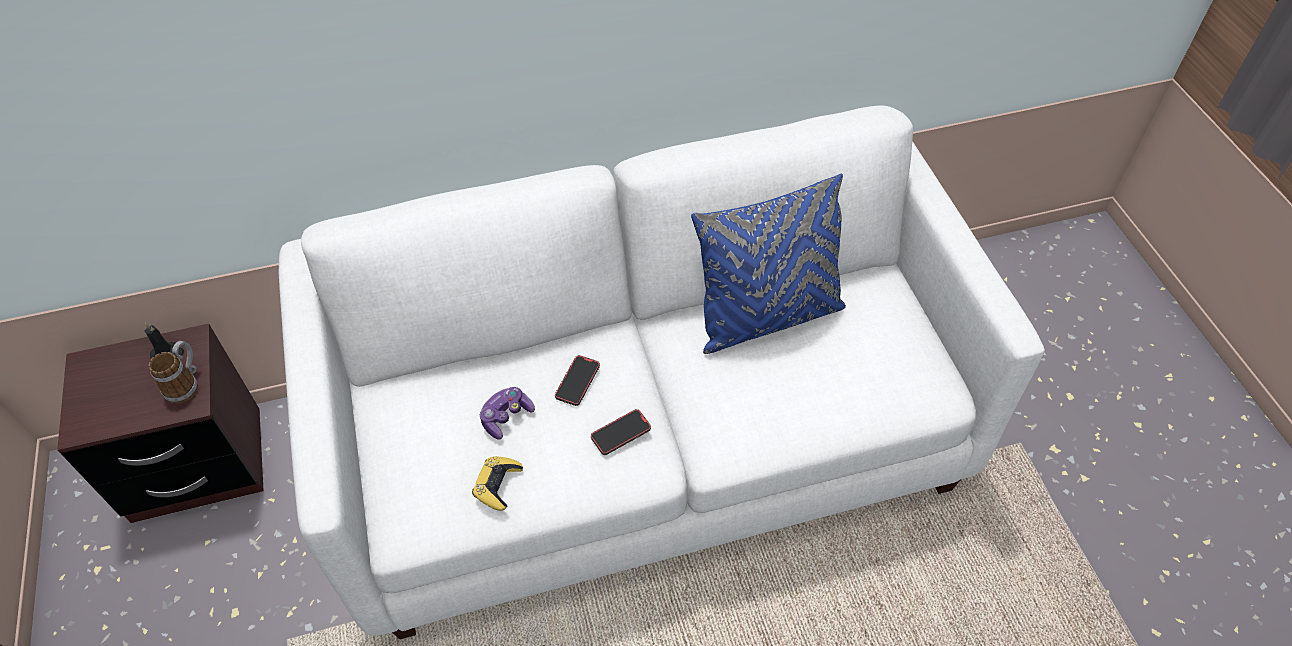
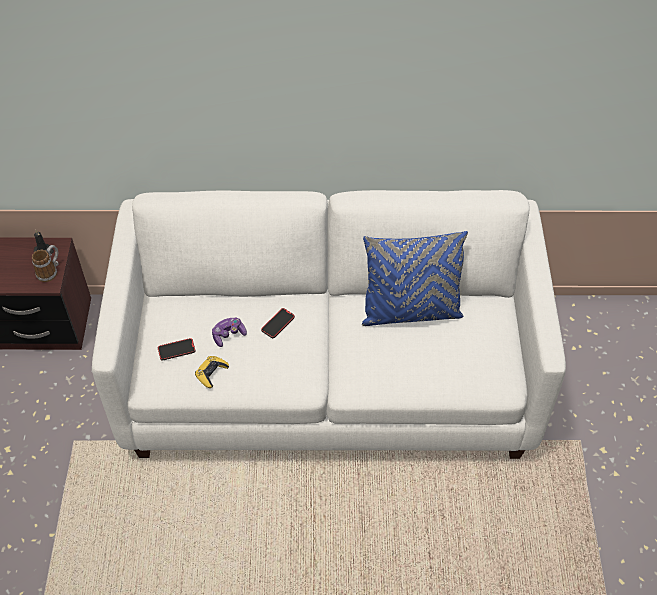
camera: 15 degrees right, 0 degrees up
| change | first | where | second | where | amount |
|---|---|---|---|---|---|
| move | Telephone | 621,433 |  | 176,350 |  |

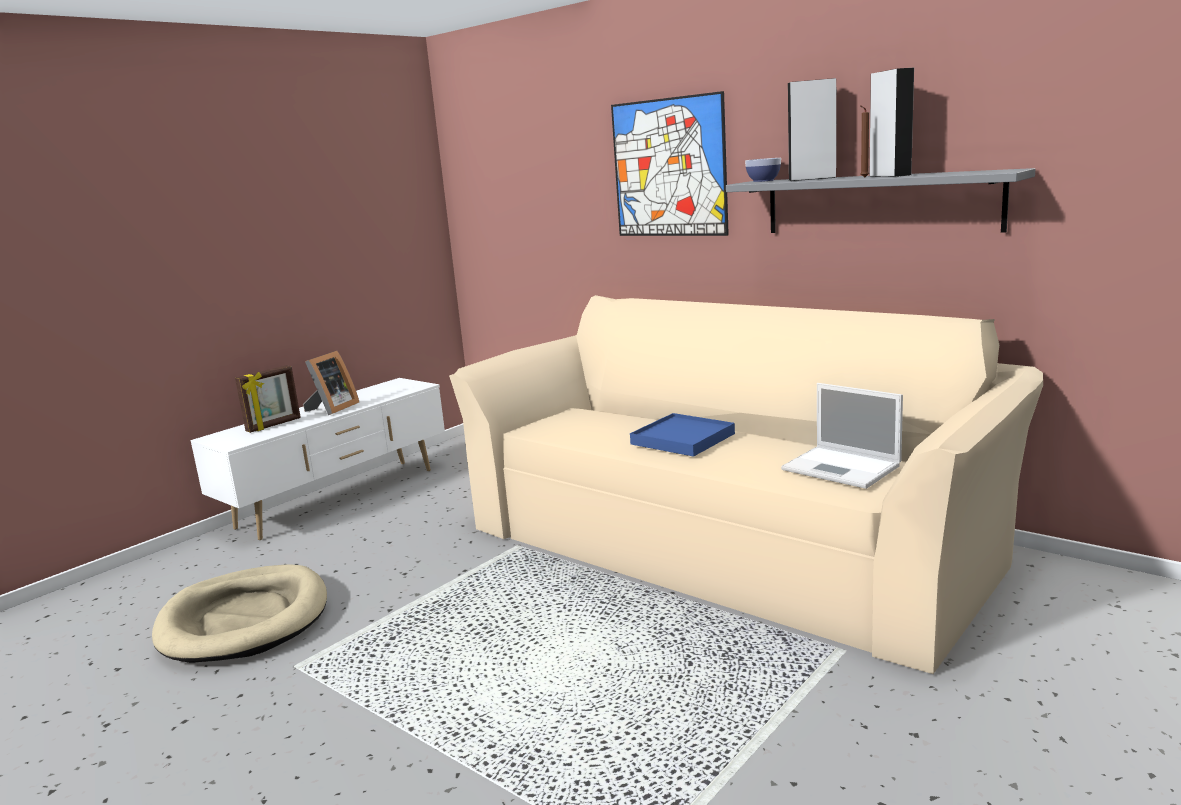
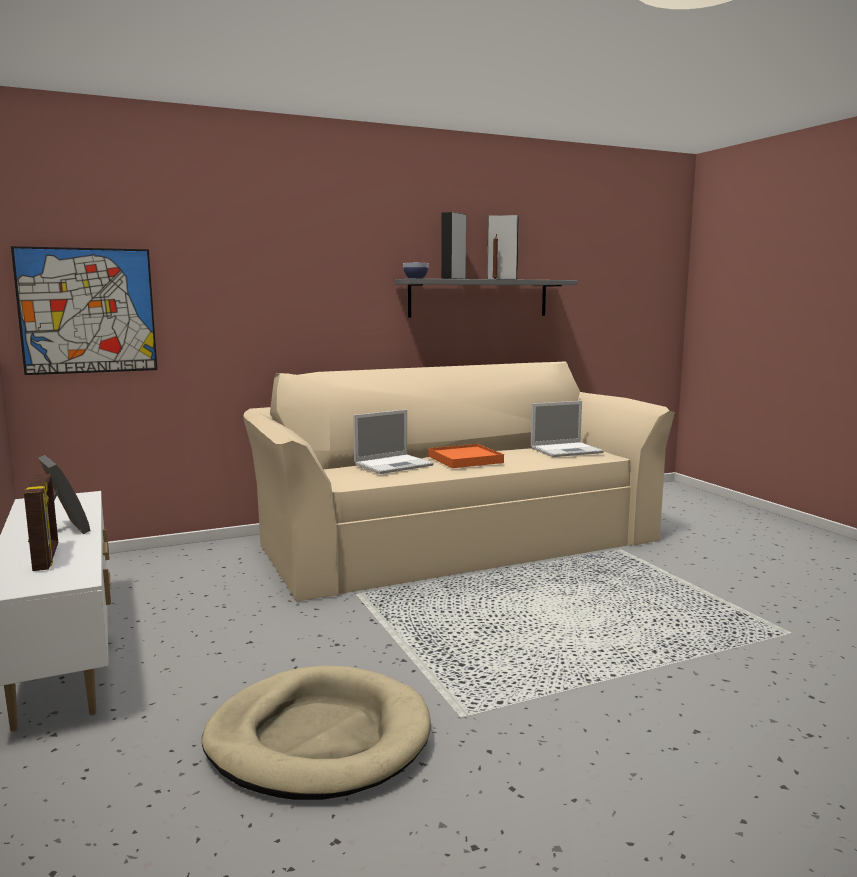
camera: 65 degrees left, 5 degrees down
| change | first | where | second | where | amount |
|---|---|---|---|---|---|
| move | Picture | 669,168 |  | 87,311 |  |
| insert |  |  | NotebookComputer | 394,464 |  |
| recolor | BluishServingTray | 682,439 | OrangeyServingTray | 465,459 |  |

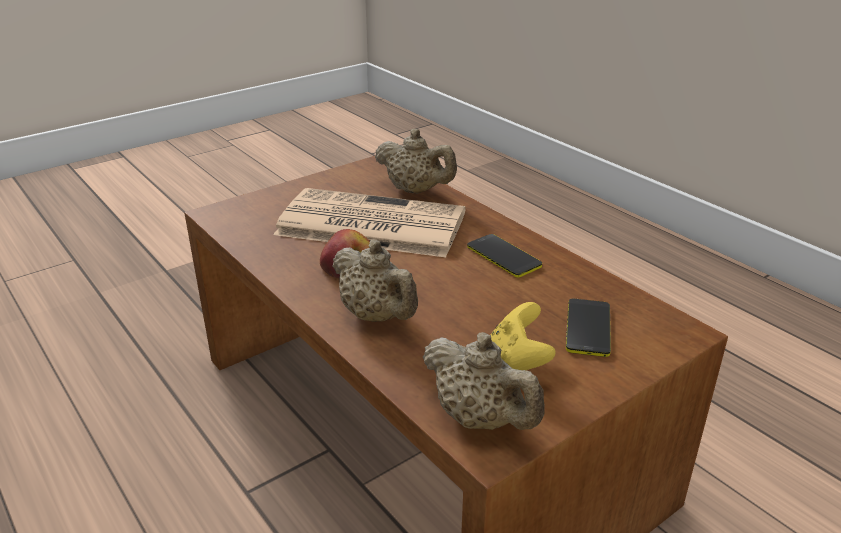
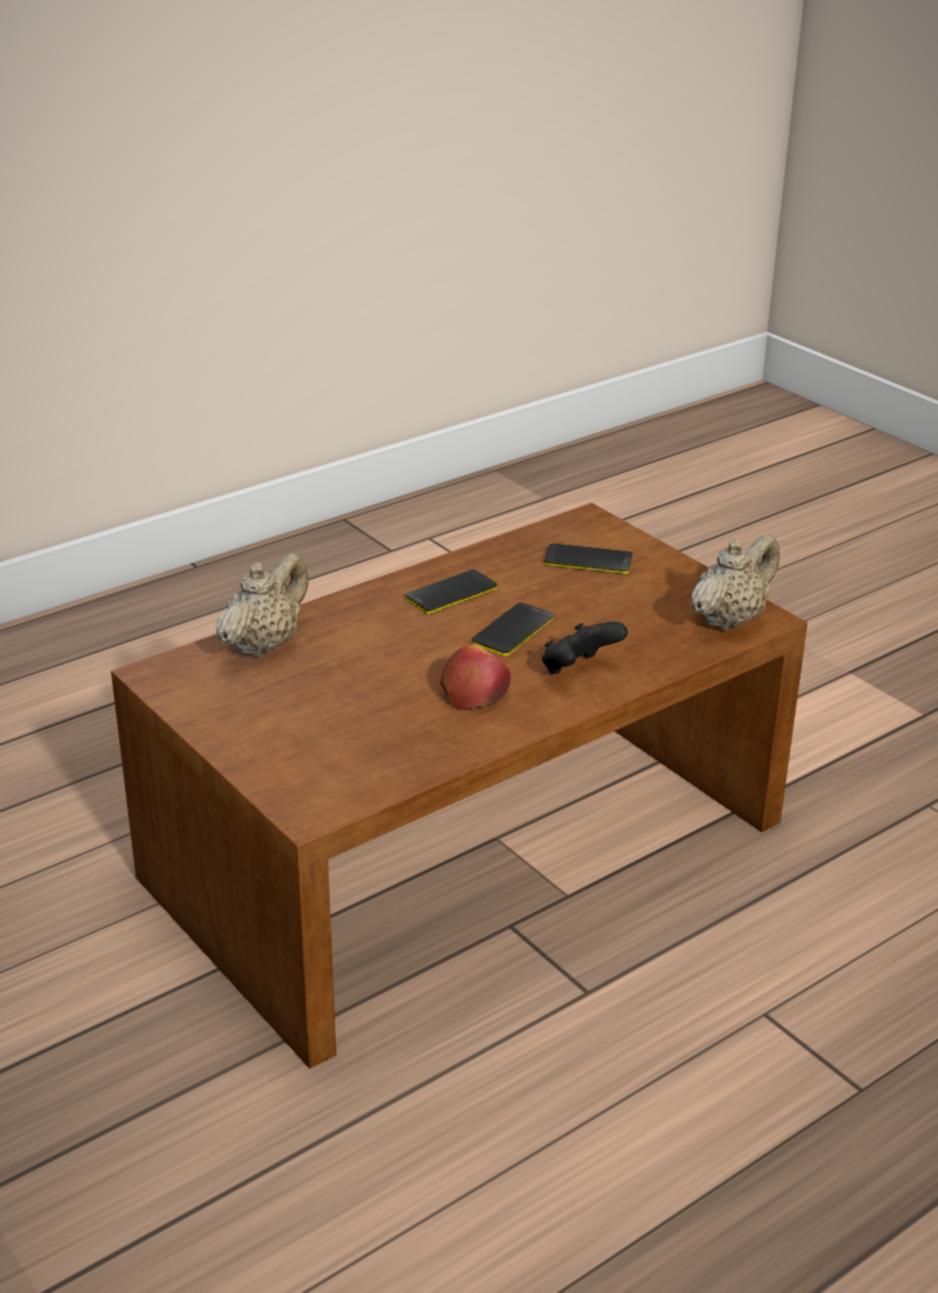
camera: 90 degrees left, 0 degrees up
| change | first | where | second | where | amount |
|---|---|---|---|---|---|
| insert |  |  | Telephone | 513,630 |  |
| replace | SandColouredTeapot | 377,316 | BlackGameController | 578,670 |  |
| delete | DailyPaper | 368,224 |  |  |  |
| delete | YellowGameController | 517,363 |  |  |  |

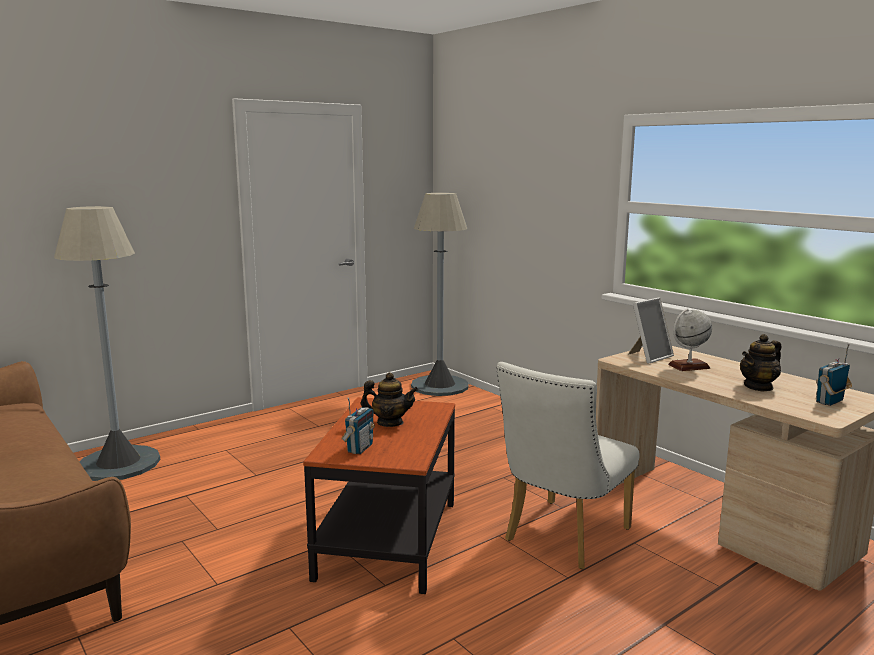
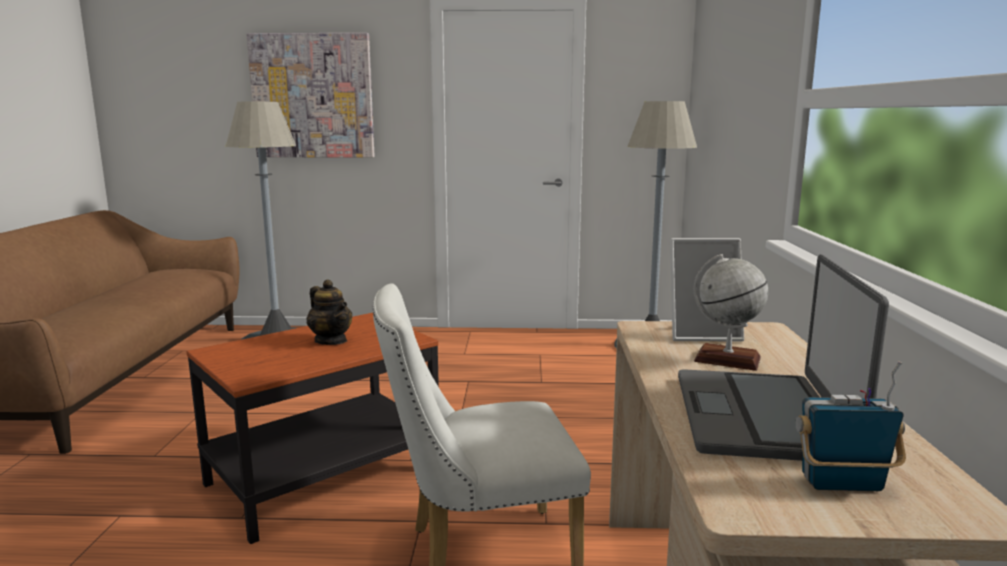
camera: 40 degrees right, 0 degrees up
| change | first | where | second | where | amount |
|---|---|---|---|---|---|
| insert |  |  | Picture | 313,96 |  |
| replace | Teapot | 758,387 | NotebookComputer | 762,417 |  |
| delete | RadioReceiver | 359,448 |  |  |  |

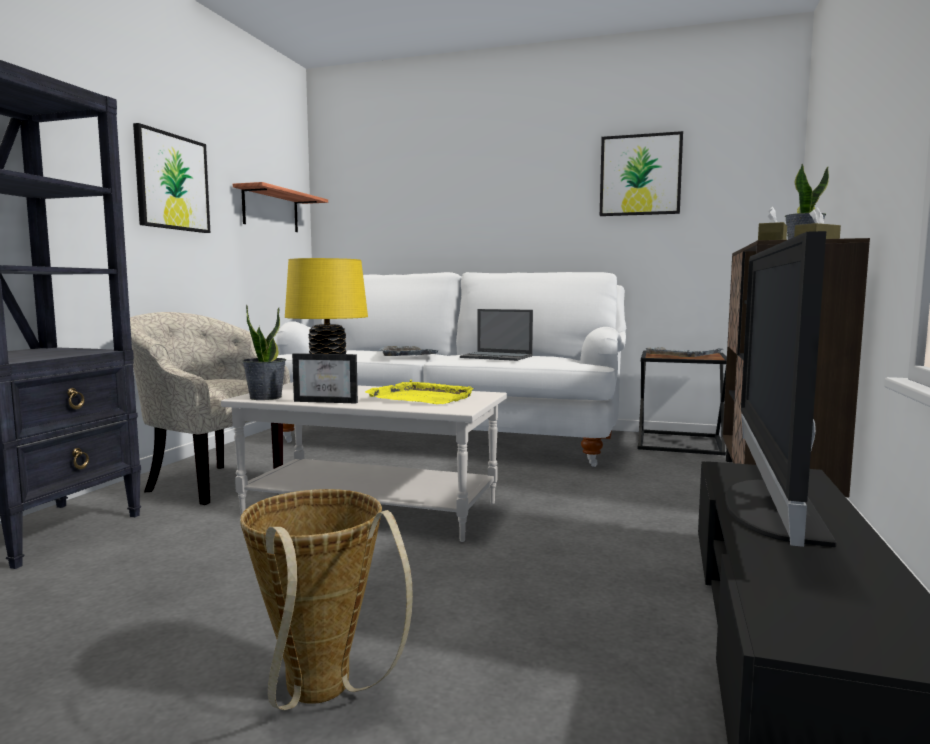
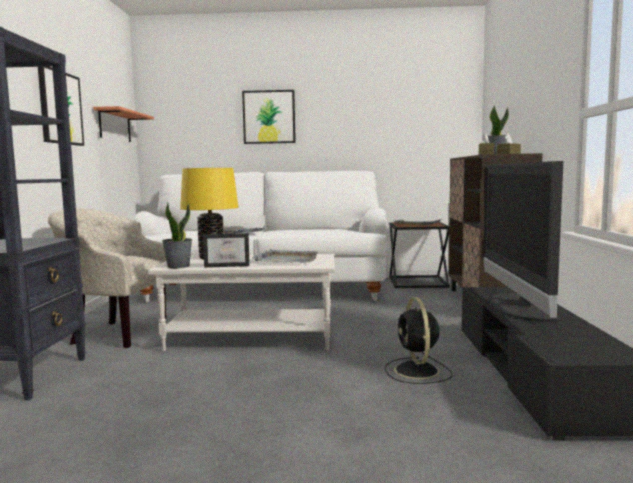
camera: 15 degrees left, 0 degrees up
| change | first | where | second | where | amount |
|---|---|---|---|---|---|
| move | Picture | 640,175 |  | 269,117 |  |
| recolor | YellowServingTray | 422,397 | GrayServingTray | 286,260 |  |
| insert |  |  | BlackFan | 417,371 |  |
| delete | Basket | 321,696 |  |  |  |
| delete | NotebookComputer | 497,357 |  |  |  |

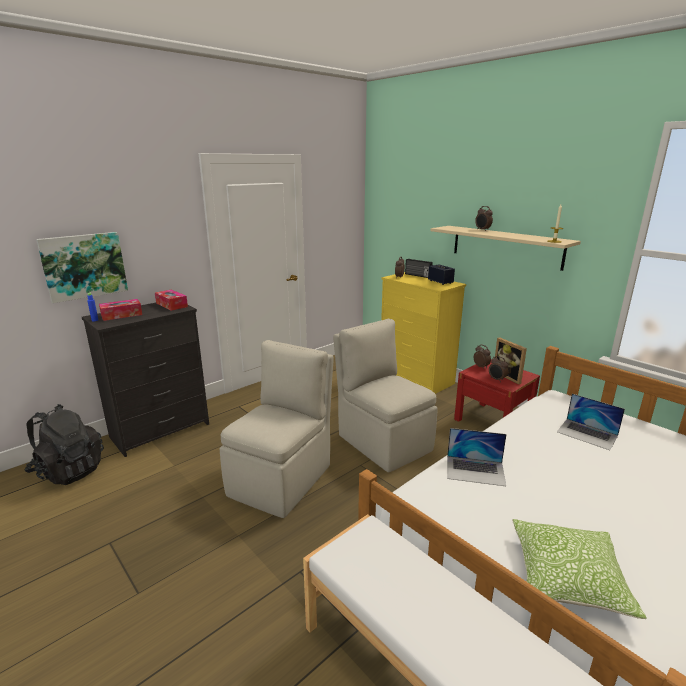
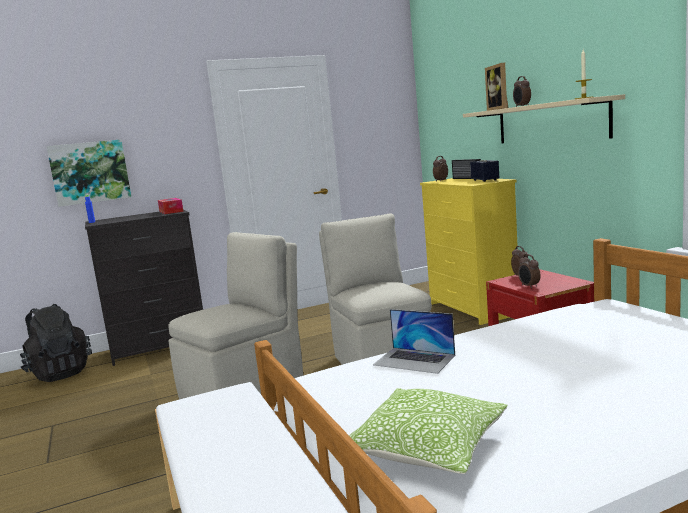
camera: 20 degrees right, 10 degrees down
| change | first | where | second | where | amount |
|---|---|---|---|---|---|
| move | StandingFrame | 509,376 |  | 500,109 |  |
| delete | BoxOfTissues | 121,315 |  |  |  |
| delete | NotebookComputer | 587,434 |  |  |  |

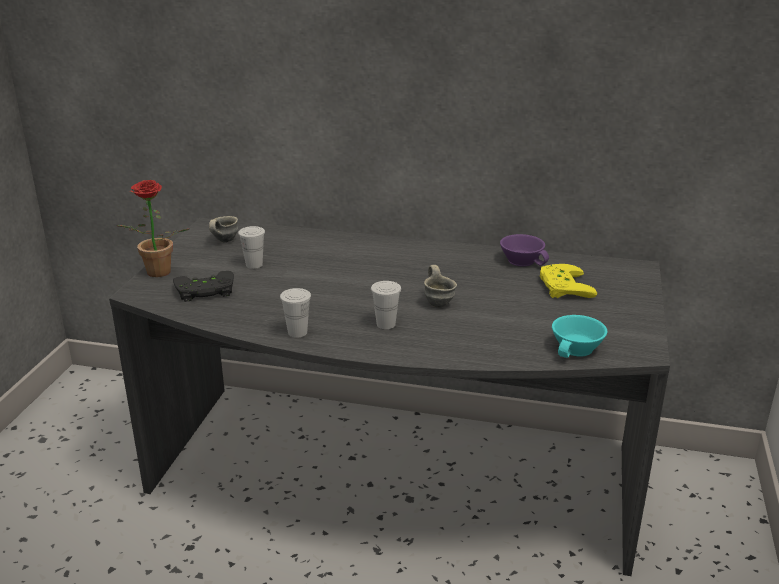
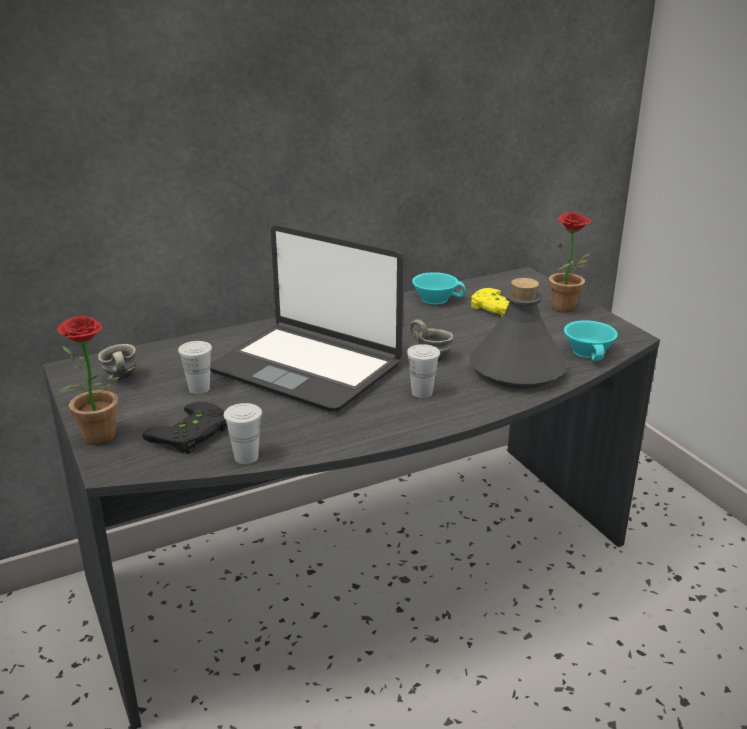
camera: 40 degrees left, 0 degrees up
| change | first | where | second | where | amount |
|---|---|---|---|---|---|
| insert |  |  | NotebookComputer | 307,367 |  |
| move | WhiteCup | 297,332 |  | 246,457 |  |
| recolor | PurpleColouredCup | 523,260 | BlueGreenCup | 436,298 |  |
| insert |  |  | GrayBeverageBottle | 518,370 |  |
| insert |  |  | PottedPlant | 567,309 |  |

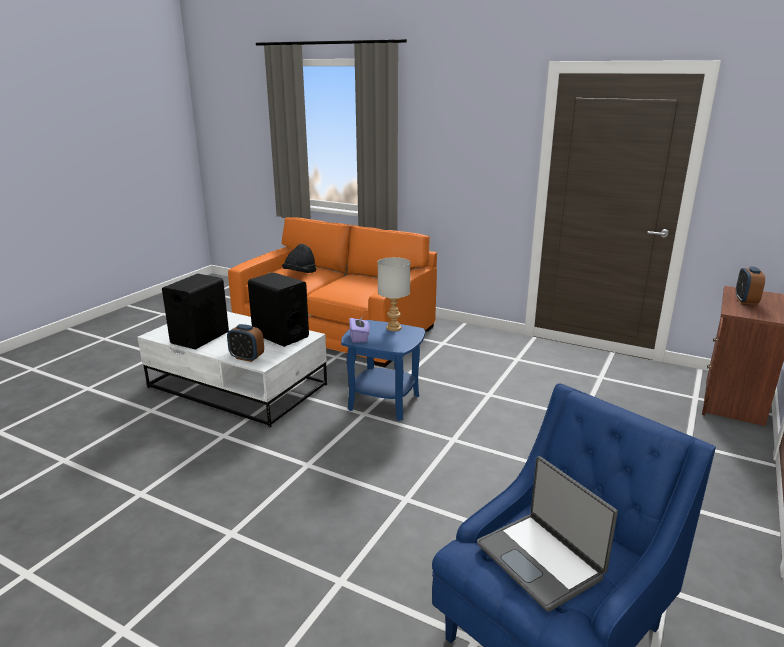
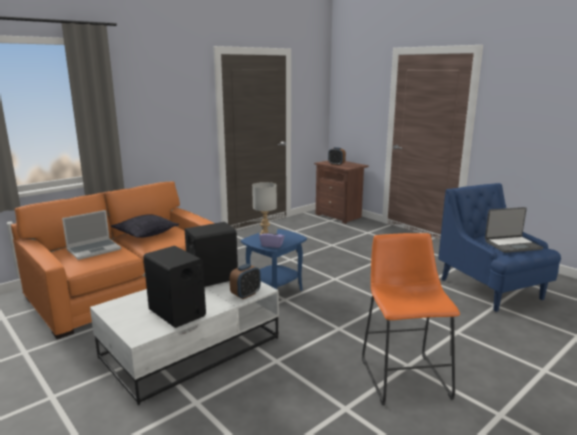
camera: 70 degrees left, 5 degrees down
| change | first | where | second | where | amount |
|---|---|---|---|---|---|
| replace | BlackClothingHat | 300,273 | NotebookComputer | 94,249 |  |
| insert |  |  | Pillow | 146,233 |  |
| insert |  |  | OrangeySittingStool | 403,374 |  |

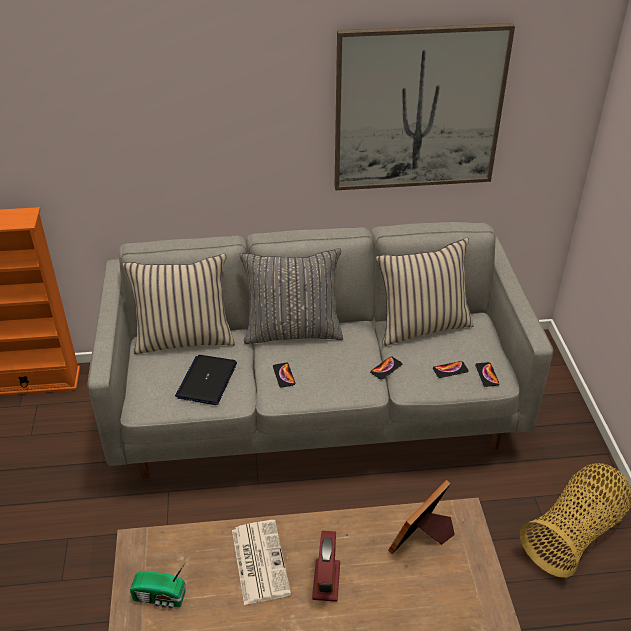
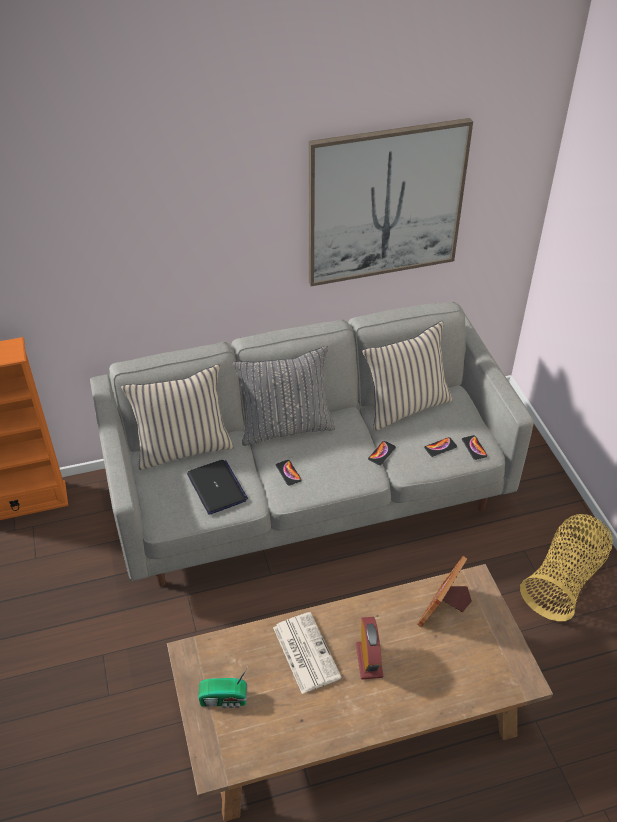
camera: 10 degrees left, 5 degrees up
| change | first | where | second | where | amount |
|---|---|---|---|---|---|
| rotate | NotebookComputer | 207,380 |  | 217,488 | 150 degrees clockwise |

